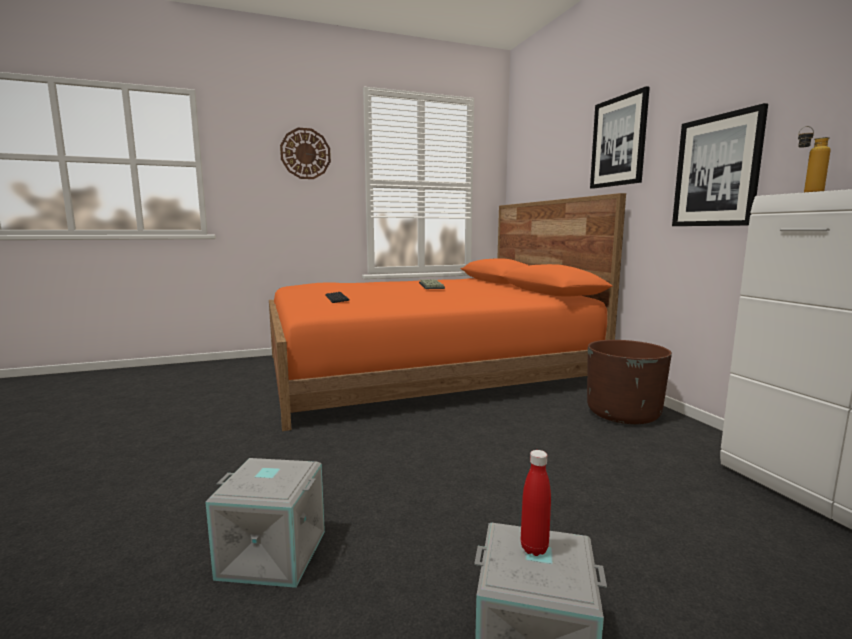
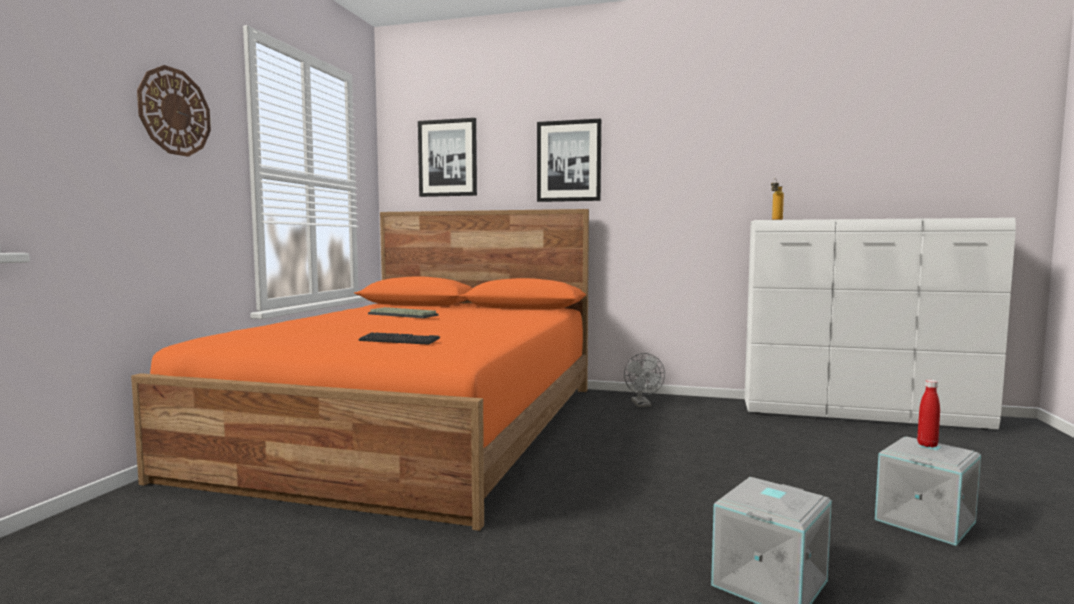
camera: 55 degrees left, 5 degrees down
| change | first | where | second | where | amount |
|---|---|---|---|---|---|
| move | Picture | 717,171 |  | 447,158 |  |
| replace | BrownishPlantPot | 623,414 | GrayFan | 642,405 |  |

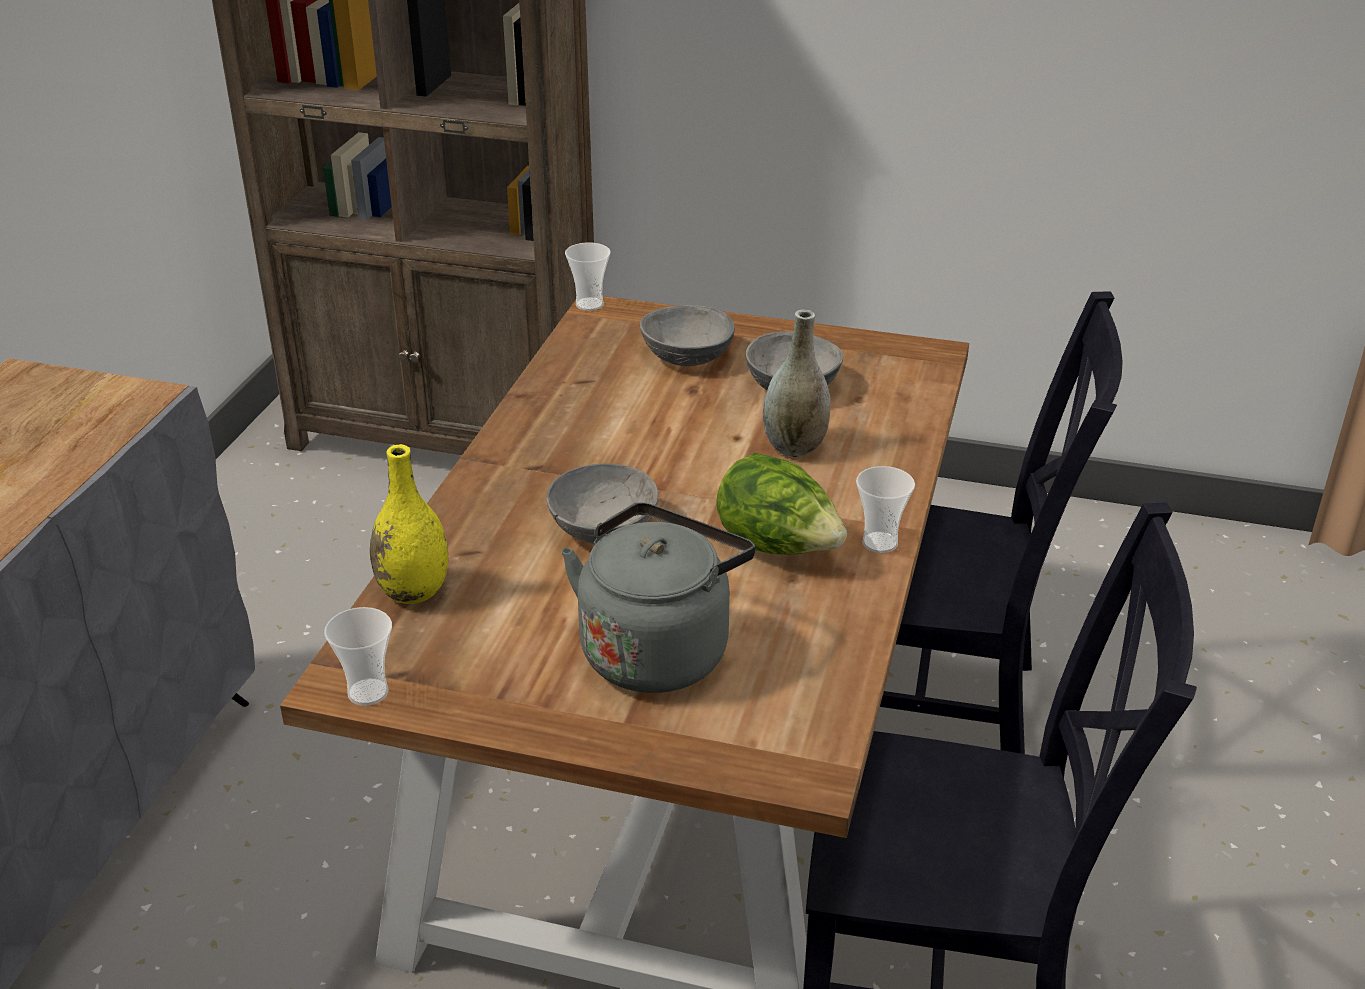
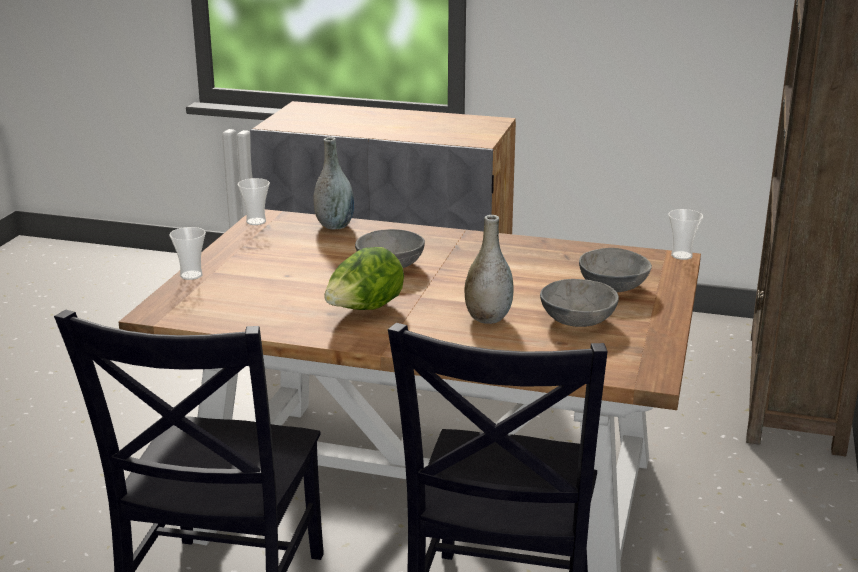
camera: 90 degrees right, 10 degrees down
| change | first | where | second | where | amount |
|---|---|---|---|---|---|
| move | Cup | 880,543 |  | 191,275 |  |
| recolor | YellowFlowerVase | 414,592 | GrayFlowerVase | 334,225 |  |
| delete | GrayKettle | 658,649 |  |  |  |

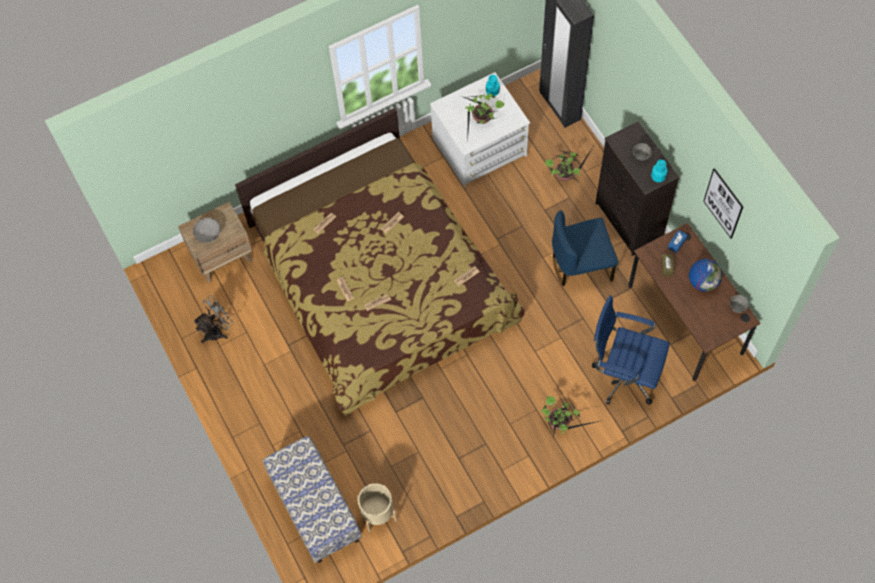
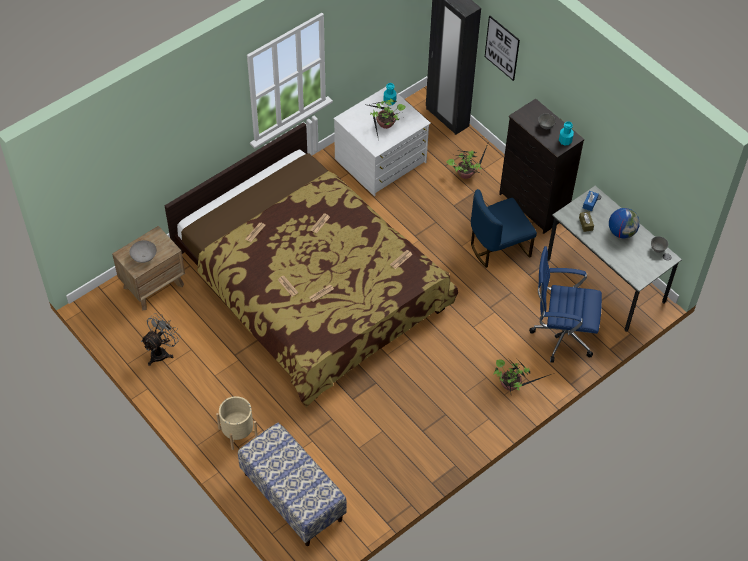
camera: 15 degrees left, 10 degrees down
| change | first | where | second | where | amount |
|---|---|---|---|---|---|
| move | SandColouredPlantPot | 377,512 |  | 238,432 |  |
| move | Picture | 723,203 |  | 502,48 |  |
| recolor | BrownishDesk | 685,319 | GrayDesk | 605,280 |  |

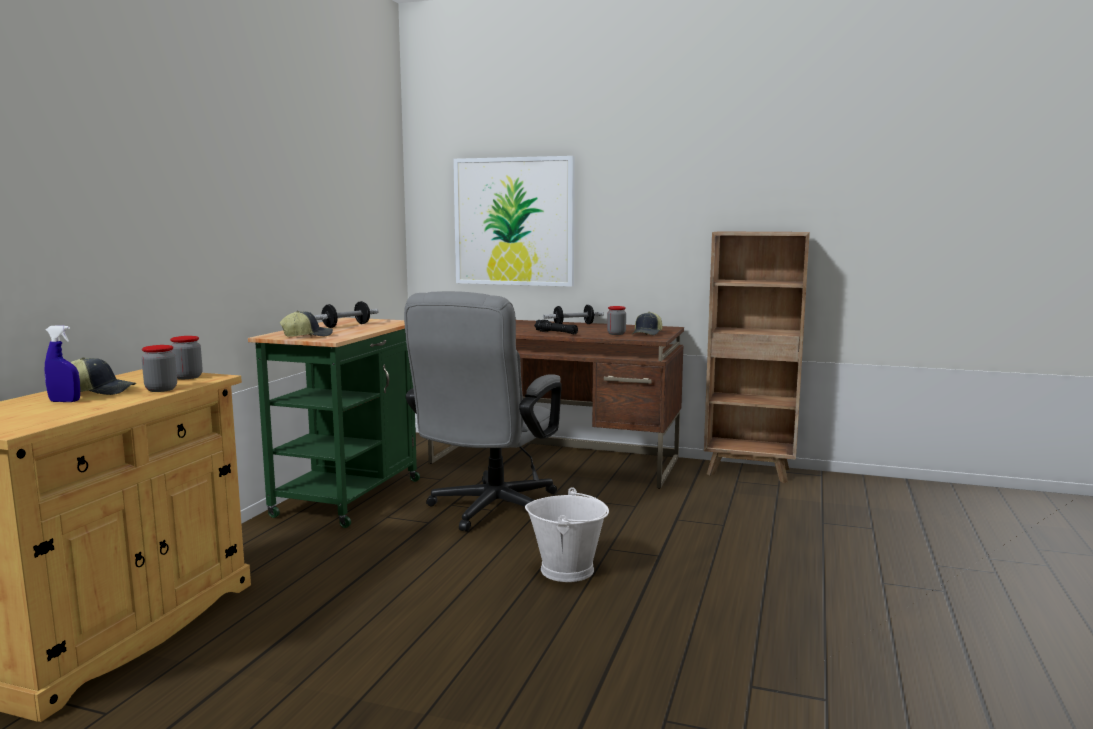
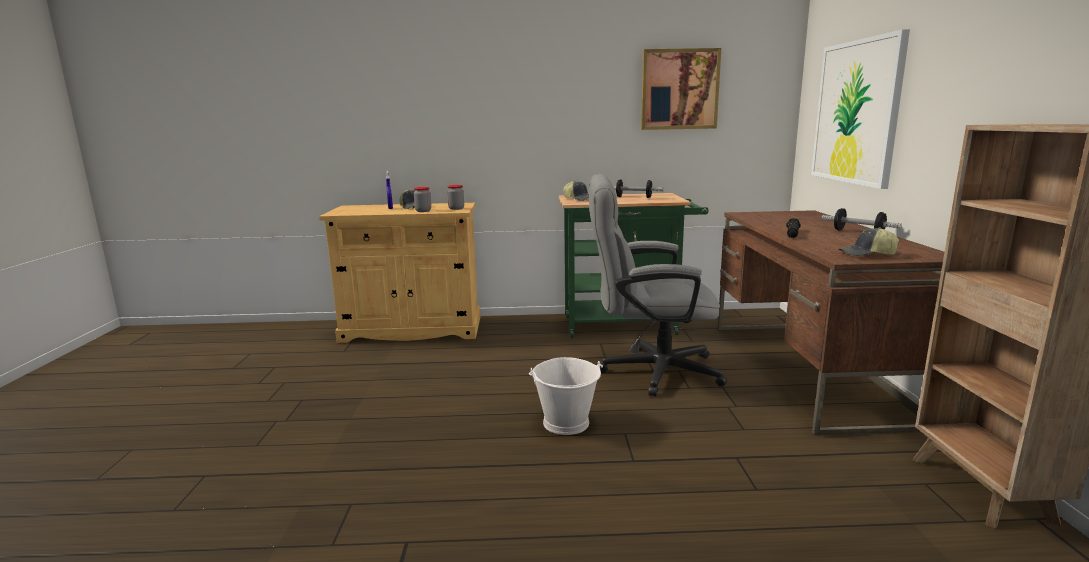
camera: 70 degrees right, 5 degrees up
| change | first | where | second | where | amount |
|---|---|---|---|---|---|
| insert |  |  | Picture | 679,89 |  |
| delete | StorageJar | 616,334 |  |  |  |

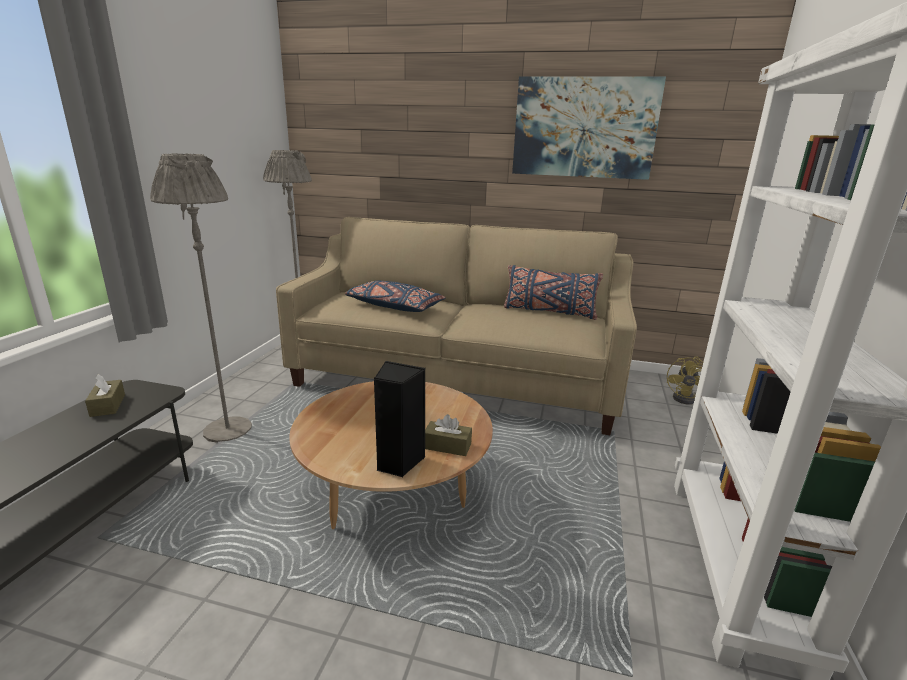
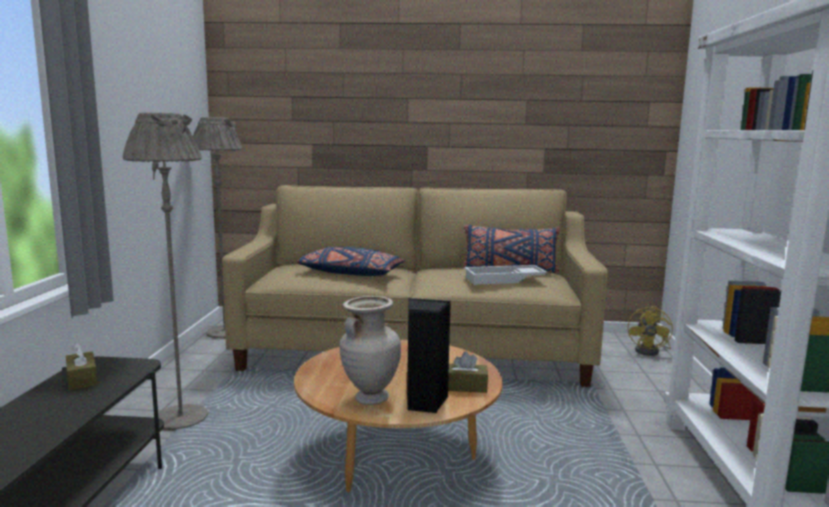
camera: 10 degrees left, 10 degrees down
| change | first | where | second | where | amount |
|---|---|---|---|---|---|
| insert |  |  | SandColouredFlowerVase | 370,398 |  |
| insert |  |  | WhiteServingTray | 504,280 |  |
| delete | Picture | 584,128 |  |  |  |

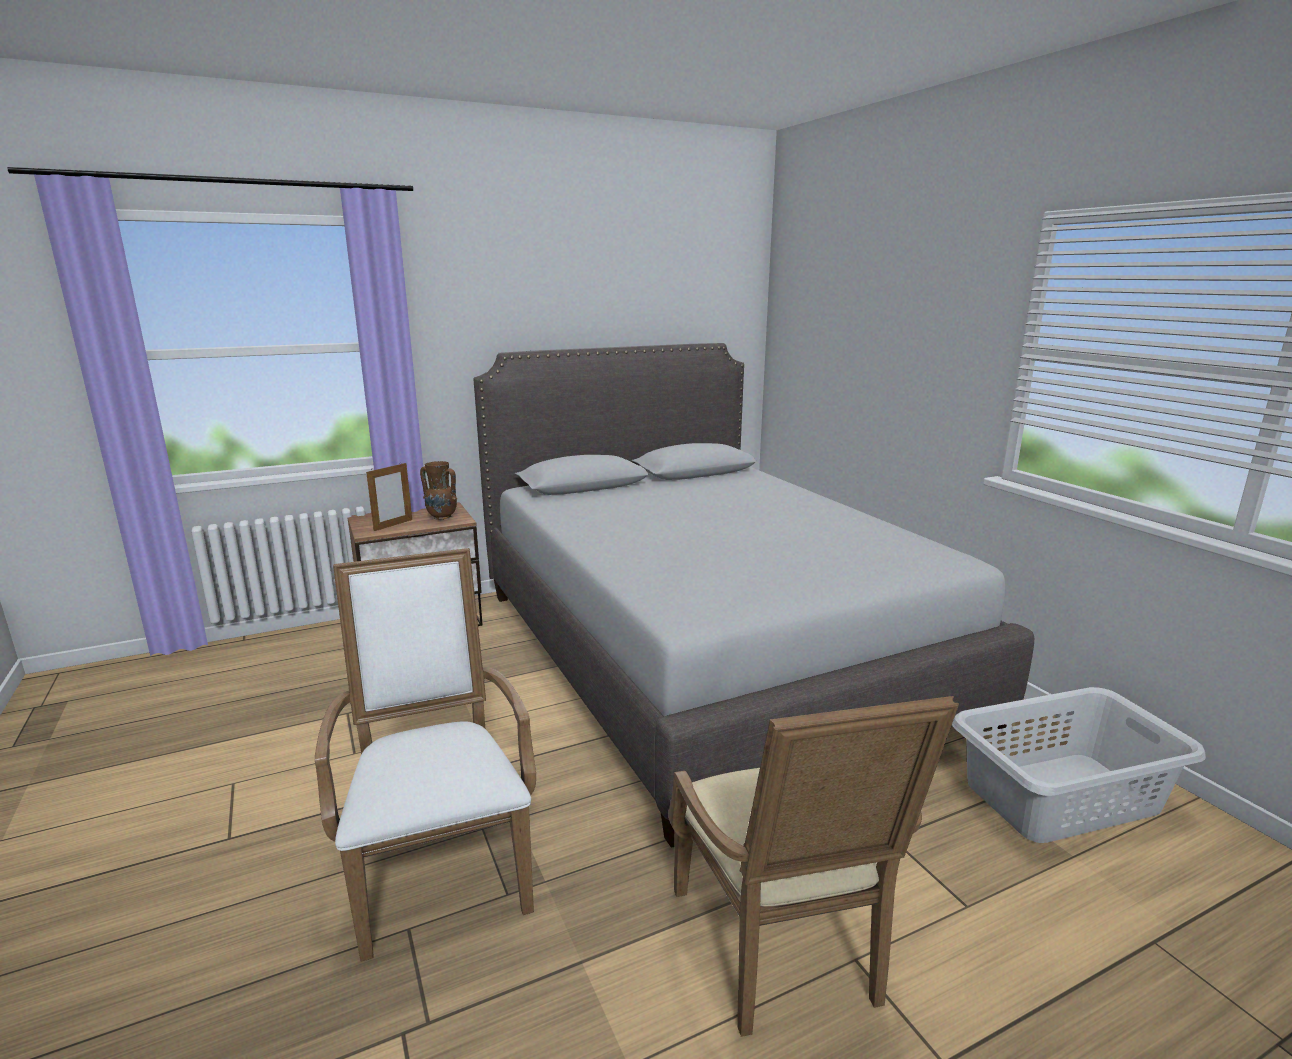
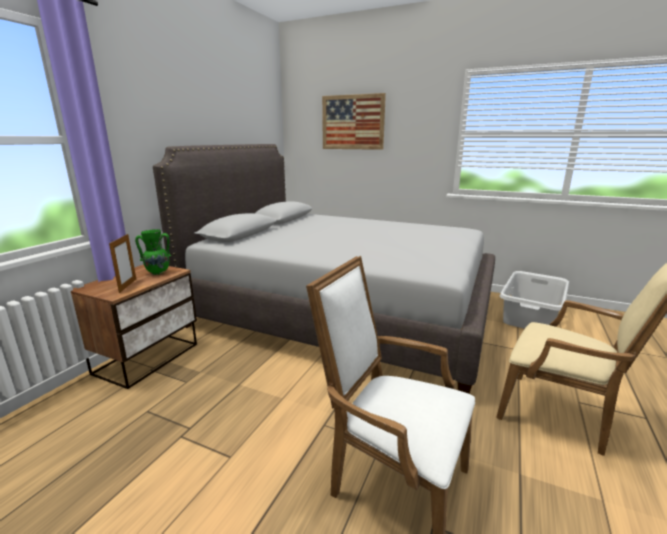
camera: 40 degrees left, 0 degrees up
| change | first | where | second | where | amount |
|---|---|---|---|---|---|
| recolor | BrownishFlowerVase | 442,517 | GreenColouredFlowerVase | 157,272 |  |
| insert |  |  | Picture | 352,122 |  |

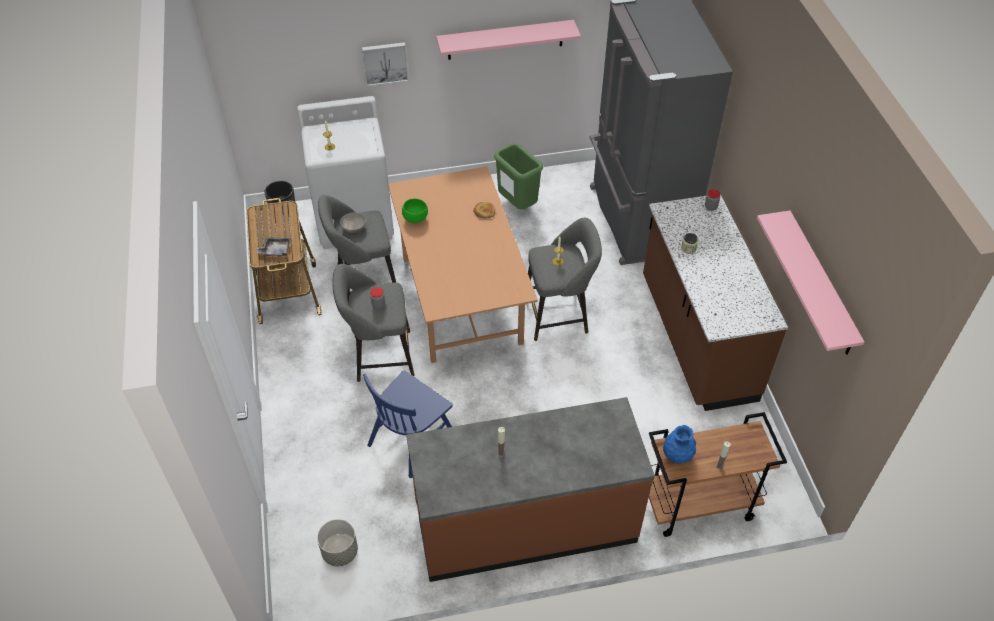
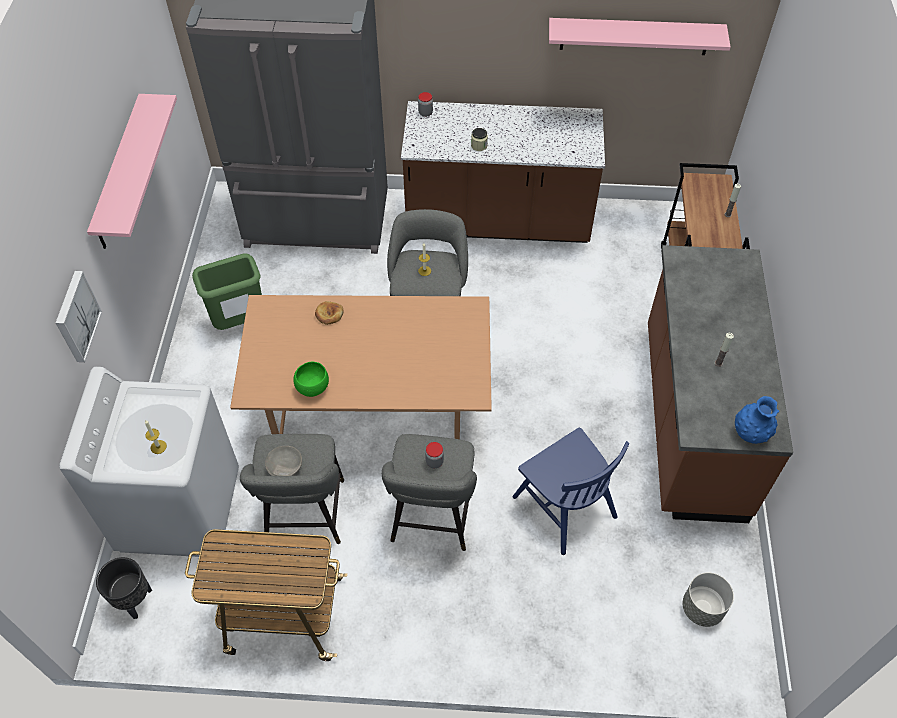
camera: 75 degrees left, 5 degrees up
| change | first | where | second | where | amount |
|---|---|---|---|---|---|
| move | BluishFlowerVase | 677,455 |  | 750,433 |  |
| delete | GrayServingTray | 275,250 |  |  |  |

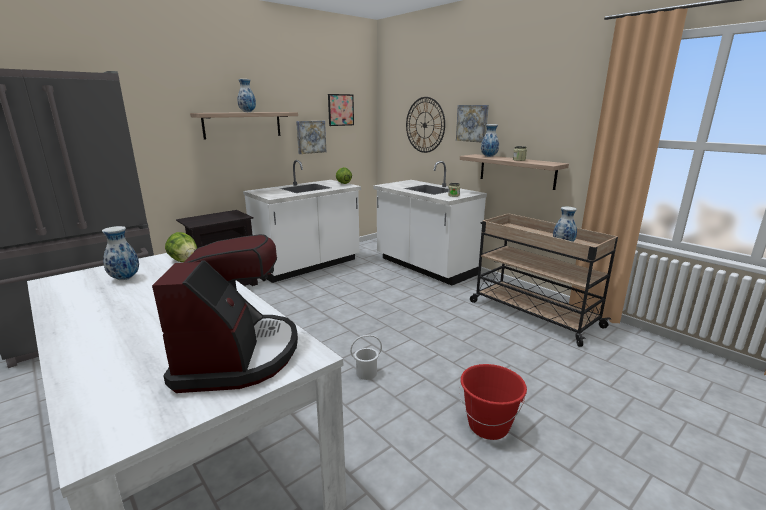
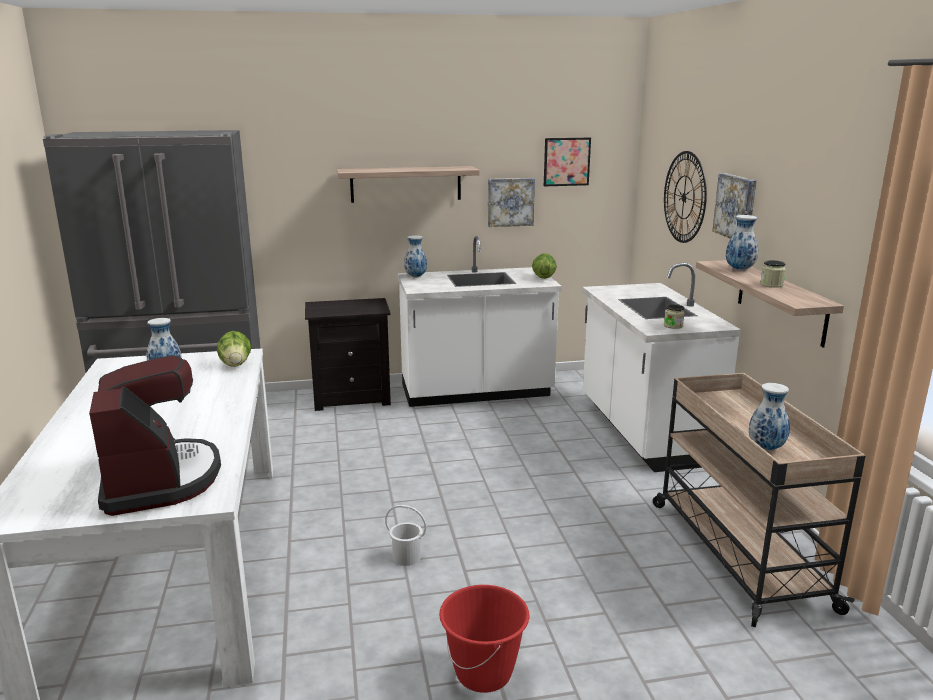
camera: 30 degrees right, 0 degrees up
| change | first | where | second | where | amount |
|---|---|---|---|---|---|
| rotate | CoffeeMaker | 238,355 |  | 159,480 | 45 degrees counterclockwise |
| move | FlowerVase | 247,112 |  | 415,277 |  |

